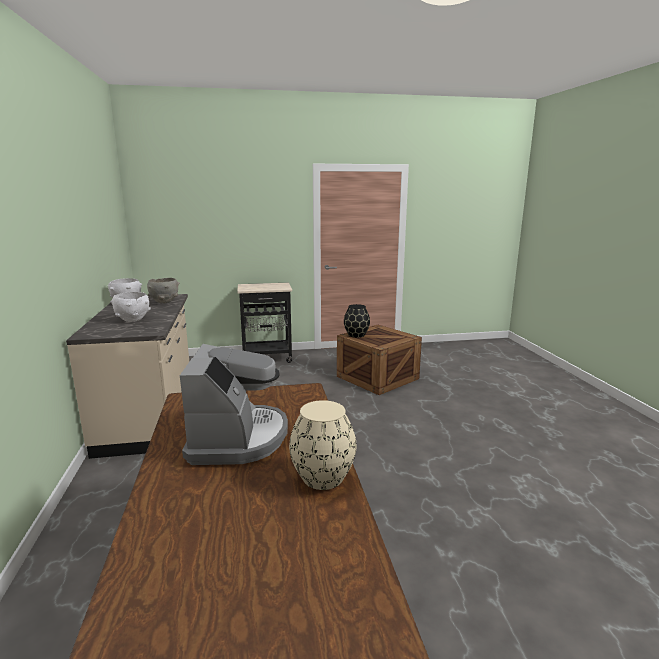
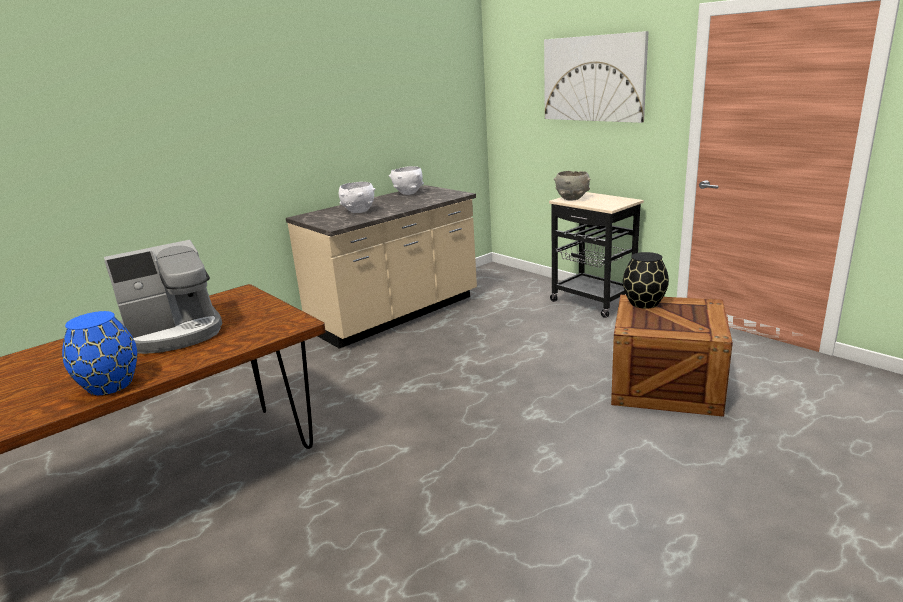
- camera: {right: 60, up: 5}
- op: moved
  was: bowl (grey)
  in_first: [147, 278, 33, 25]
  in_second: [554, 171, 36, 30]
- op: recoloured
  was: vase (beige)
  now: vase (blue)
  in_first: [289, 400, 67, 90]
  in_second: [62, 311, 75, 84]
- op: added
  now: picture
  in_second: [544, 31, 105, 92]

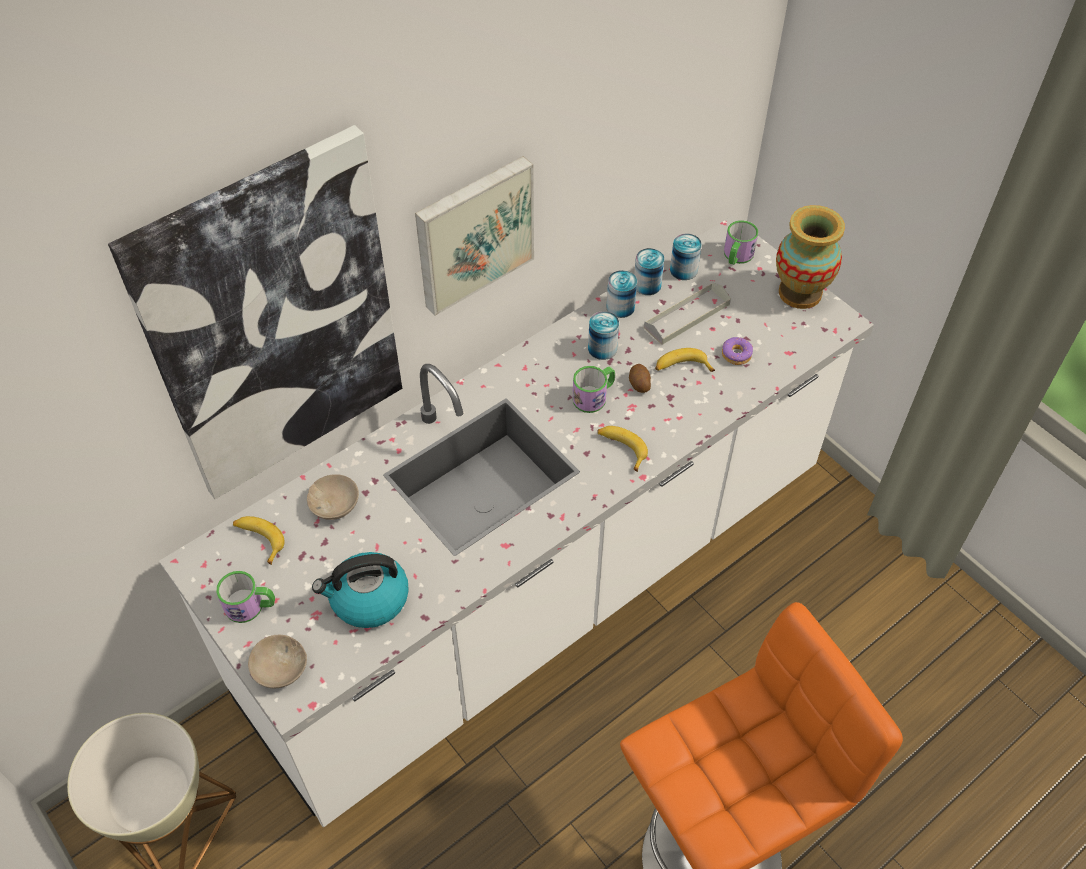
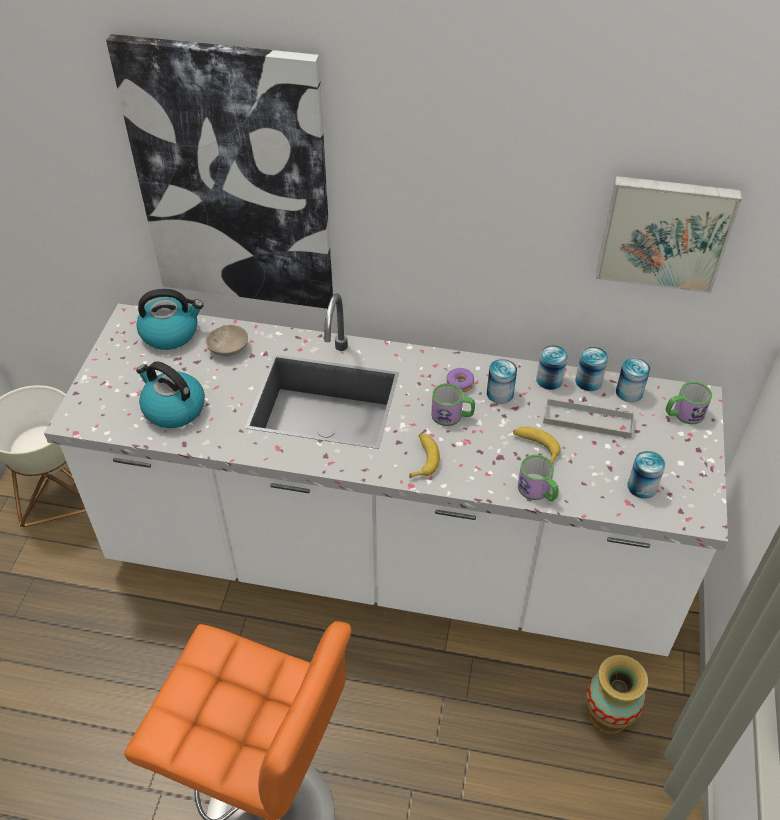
- camera: {right: 50, up: -5}
- op: moved
  was: mug
  in_first: [216, 571, 59, 52]
  in_second: [518, 454, 41, 47]
- op: replaced
  was: banana
  now: kettle
  in_first: [233, 516, 51, 49]
  in_second: [136, 289, 67, 61]
- op: removed
  was: bowl (beige)
  in_first: [248, 635, 59, 53]
- op: moved
  was: picture
  in_first: [415, 156, 119, 160]
  in_second: [596, 176, 146, 117]
- op: removed
  was: potato
  in_first: [629, 364, 22, 29]
- op: moved
  was: donut
  in_first: [722, 337, 31, 28]
  in_second: [447, 368, 27, 24]
- op: moved
  was: vase
  in_first: [776, 205, 69, 104]
  in_second: [586, 655, 62, 80]
- op: added
  now: can
  in_second: [627, 451, 38, 48]

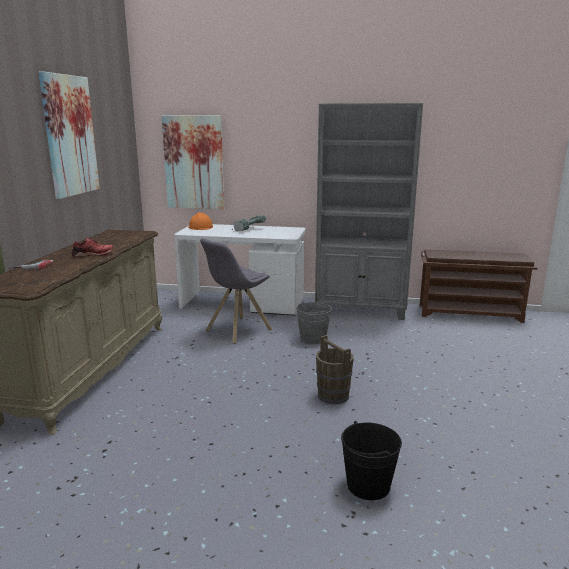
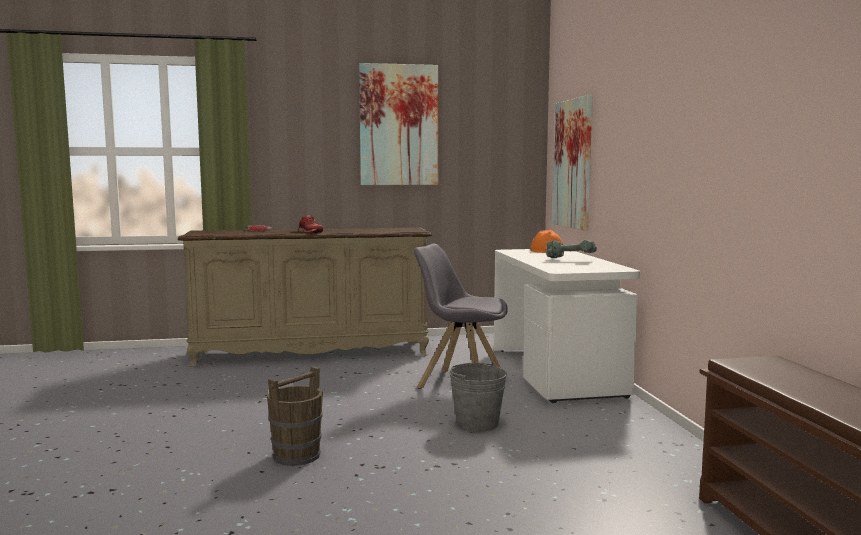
- camera: {right: 70, up: -10}
- op: removed
  was: bookcase (grey)
  in_first: [315, 103, 108, 217]
- op: removed
  was: bucket (black)
  in_first: [341, 421, 61, 79]

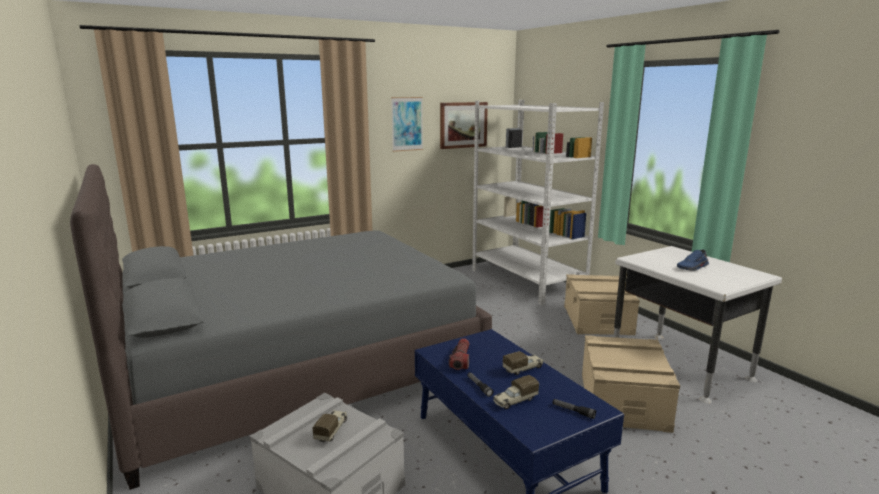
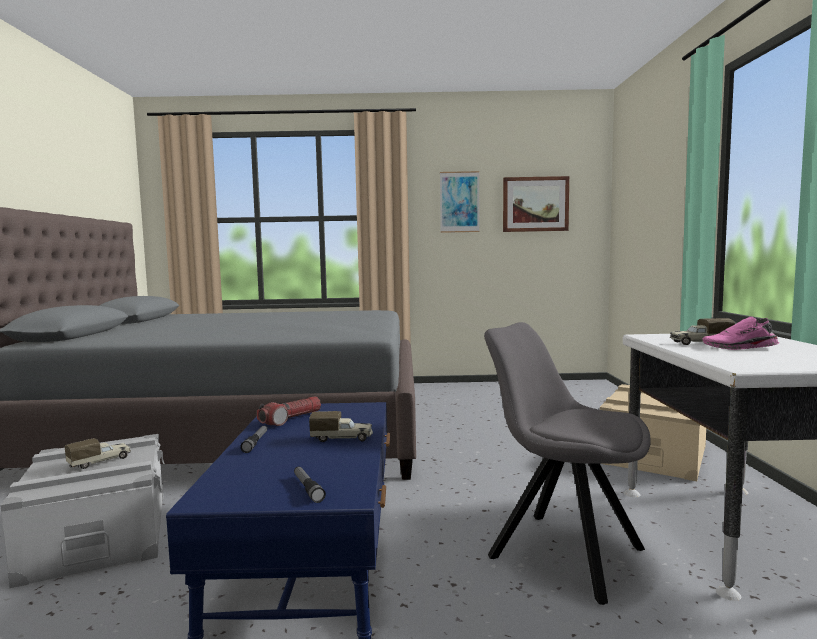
- camera: {right: 30, up: -10}
- op: removed
  was: bookcase (white)
  in_first: [472, 100, 132, 205]
- op: moved
  was: toy truck
  in_first: [493, 375, 46, 34]
  in_second: [670, 318, 65, 27]
- op: replaced
  was: storage box (beige)
  now: chair (grey)
  in_first: [582, 335, 98, 98]
  in_second: [484, 322, 167, 283]
- op: recoloured
  was: shoe (blue)
  now: shoe (pink)
  in_first: [677, 249, 32, 22]
  in_second: [702, 317, 77, 33]

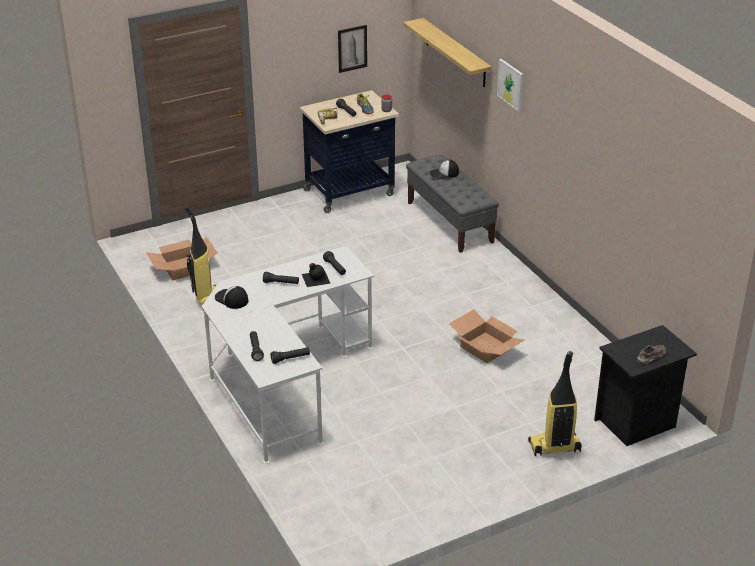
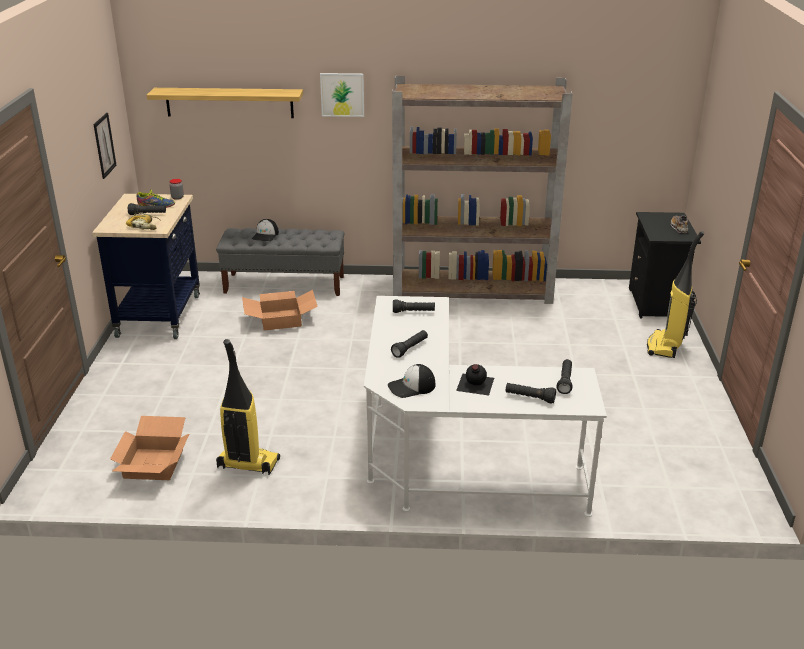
- camera: {right: -60, up: -5}
- op: moved
  was: bottle (black)
  in_first: [302, 263, 29, 24]
  in_second: [456, 364, 38, 31]
- op: moved
  was: cardboard box
  in_first: [449, 309, 75, 54]
  in_second: [242, 290, 76, 41]
- op: added
  now: bookcase (brown)
  in_second: [392, 76, 181, 228]

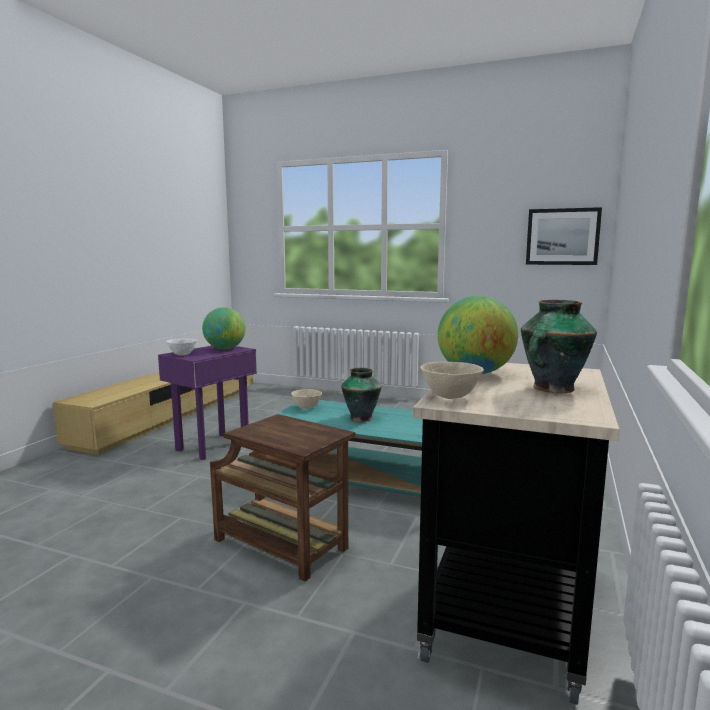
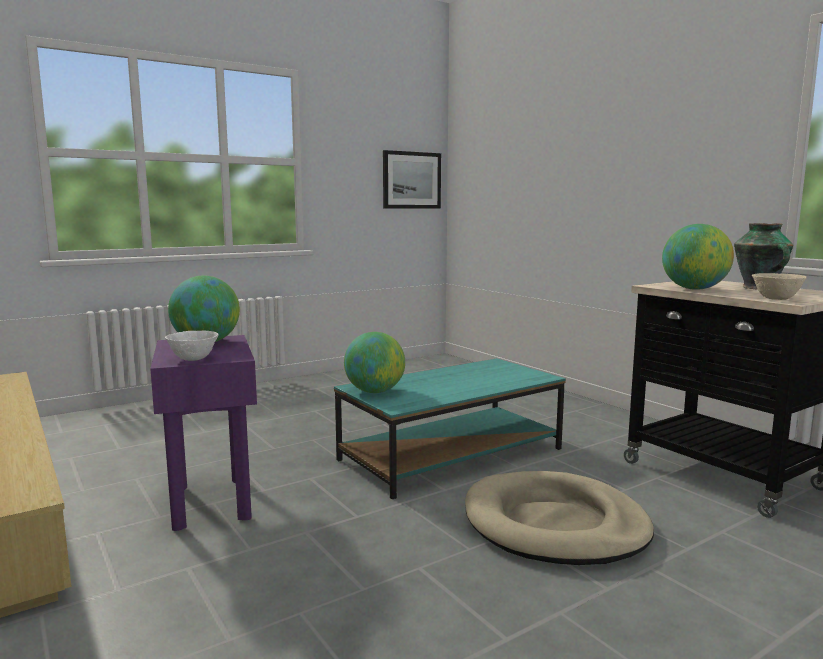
- camera: {right: -55, up: 0}
- op: replaced
  was: side table (brown)
  now: dog bed (beige)
  in_first: [210, 414, 146, 168]
  in_second: [465, 471, 189, 94]
- op: replaced
  was: bowl (beige)
  now: globe
  in_first: [291, 389, 31, 20]
  in_second: [344, 332, 61, 61]
- op: removed
  was: vase
  in_first: [341, 368, 41, 54]

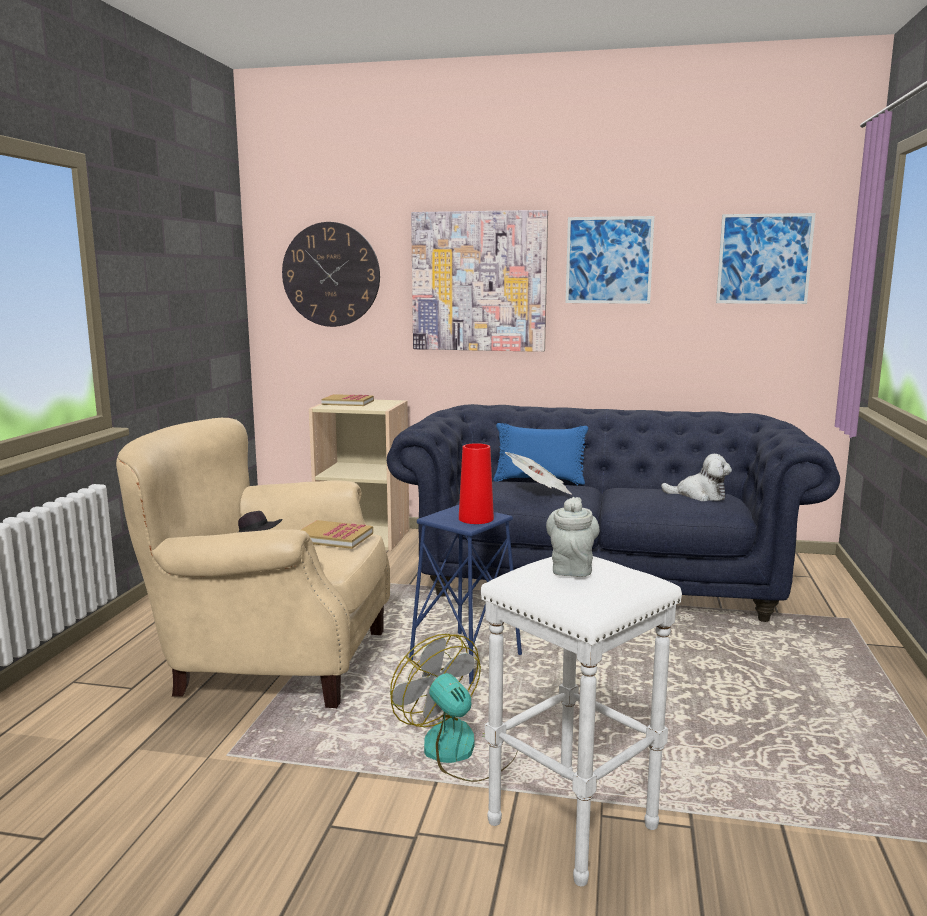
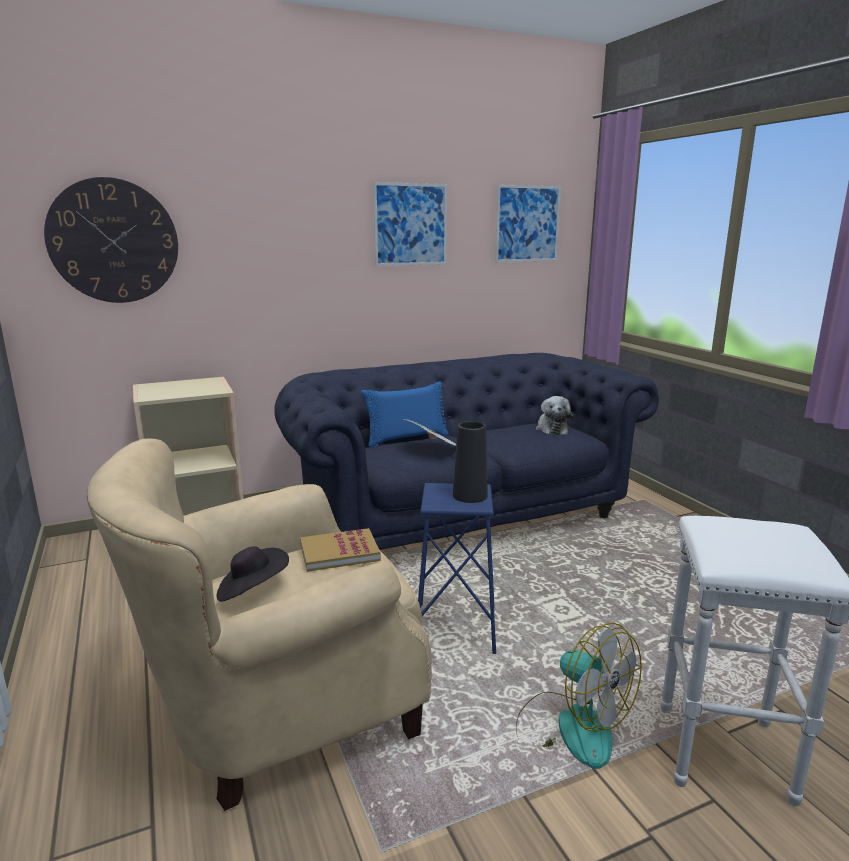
- camera: {right: -35, up: 5}
- op: removed
  was: book
  in_first: [321, 394, 53, 12]
- op: turned
  was: fan
  in_first: [390, 634, 128, 148]
  in_second: [516, 622, 126, 147]
  clockwise: -150
- op: removed
  was: picture
  in_first: [411, 210, 137, 142]
- op: recoloured
  was: vase (red)
  now: vase (black)
  in_first: [459, 443, 35, 81]
  in_second: [453, 421, 35, 82]
- op: removed
  was: teapot (grey)
  in_first: [546, 497, 54, 80]
- op: turned
  was: plush toy
  in_first: [661, 454, 71, 47]
  in_second: [536, 396, 38, 39]
  clockwise: 105

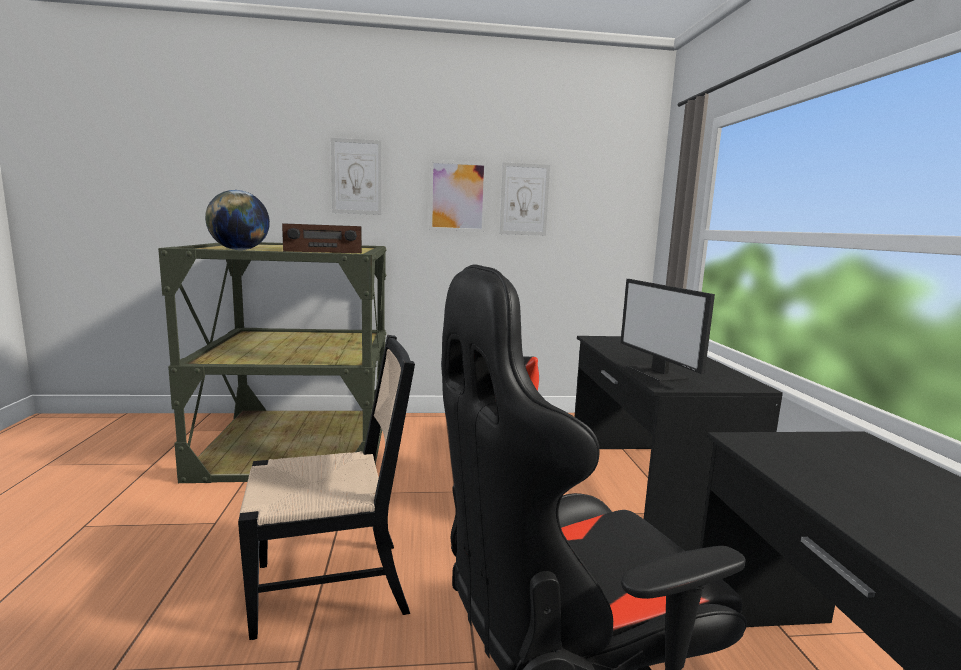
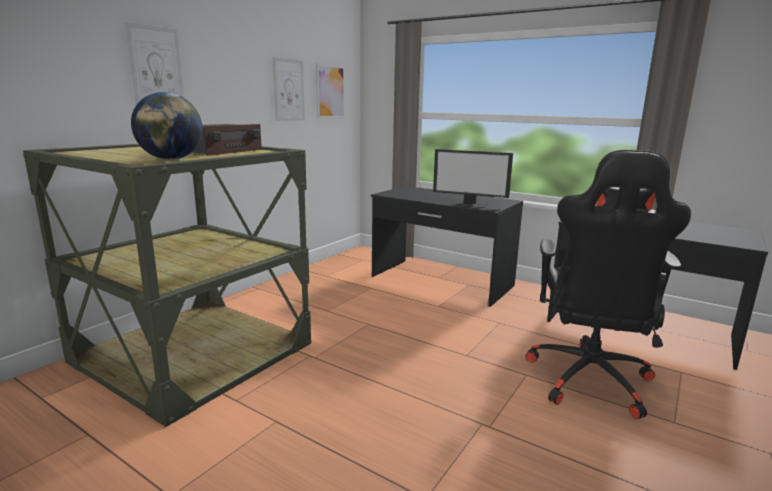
- camera: {right: -50, up: 5}
- op: removed
  was: chair
  in_first: [238, 335, 177, 305]
- op: moved
  was: picture
  in_first: [429, 160, 58, 72]
  in_second: [316, 63, 29, 56]

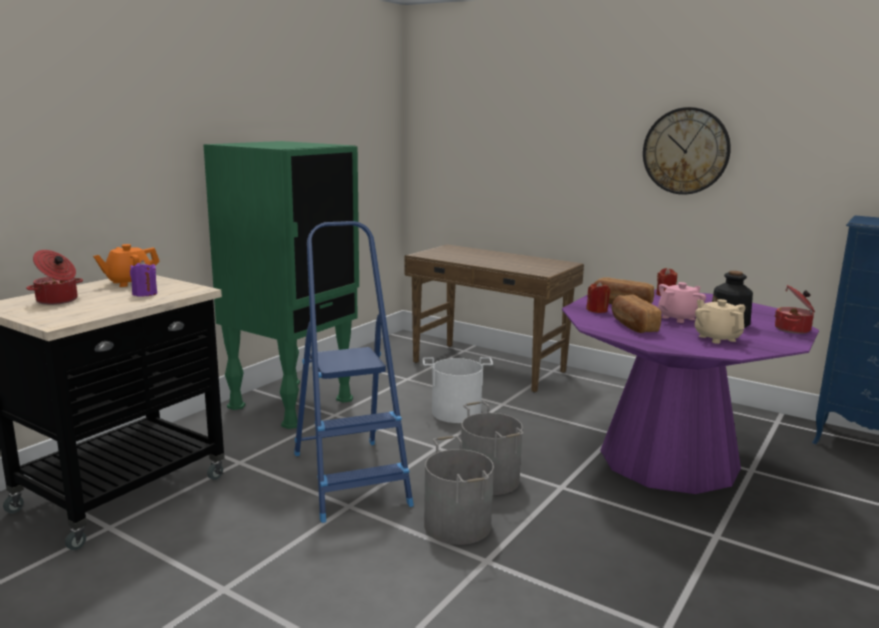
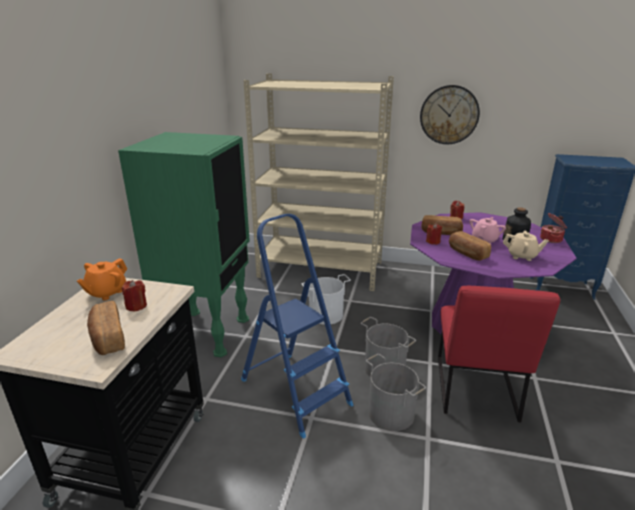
- camera: {right: -20, up: 10}
- op: removed
  was: cooking pot
  in_first: [26, 250, 57, 55]
- op: recoloured
  was: candle (purple)
  now: candle (red)
  in_first: [130, 260, 27, 37]
  in_second: [122, 280, 25, 32]
- op: replaced
  was: console table (brown)
  now: bookcase (beige)
  in_first: [404, 244, 180, 148]
  in_second: [243, 73, 151, 218]
- op: turned
  was: teapot (beige)
  in_first: [695, 299, 50, 45]
  in_second: [503, 231, 46, 30]
  clockwise: 150
- op: added
  now: bread
  in_second: [87, 301, 38, 54]
- op: added
  now: chair (red)
  in_second: [438, 286, 122, 136]

